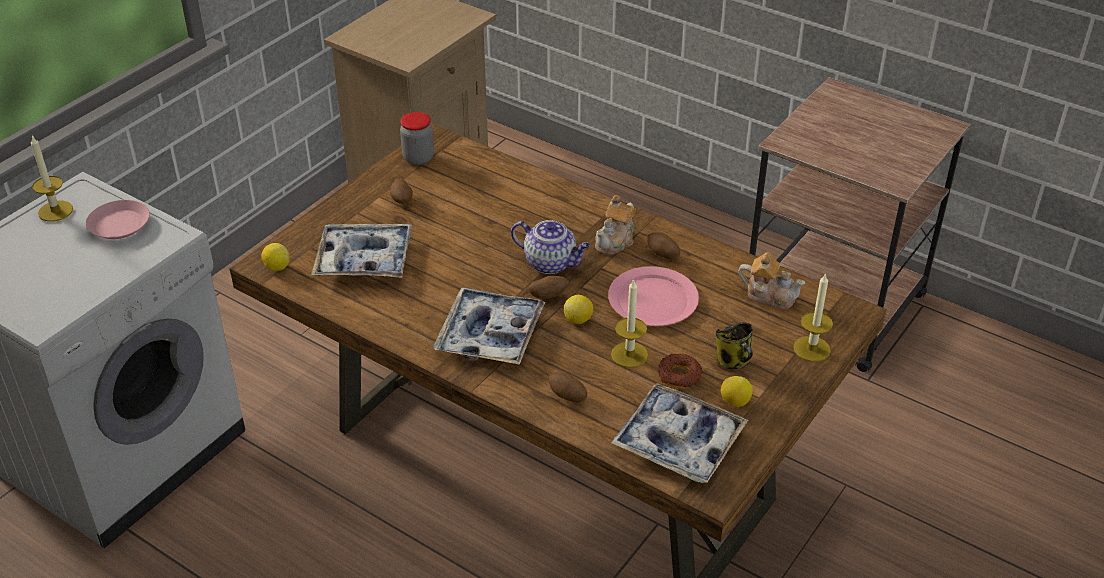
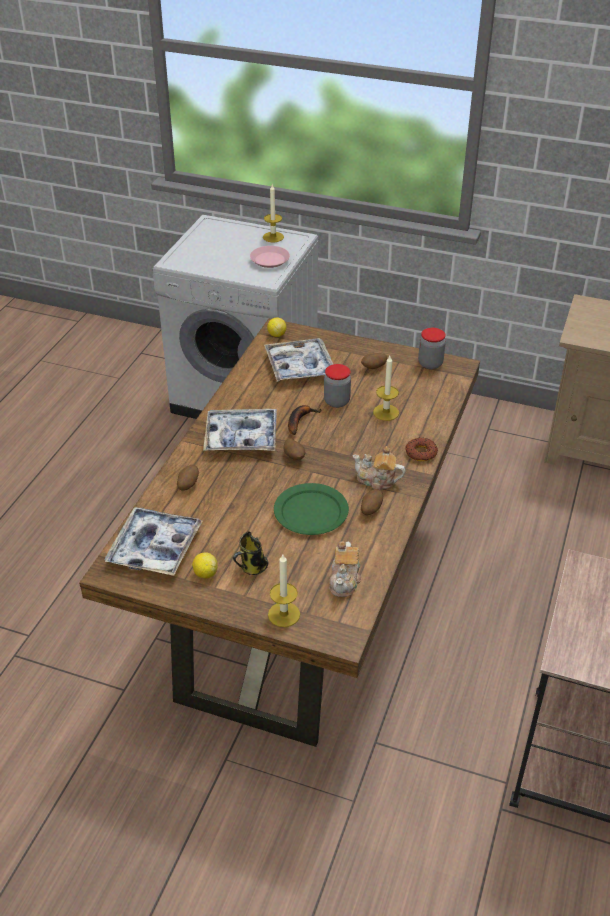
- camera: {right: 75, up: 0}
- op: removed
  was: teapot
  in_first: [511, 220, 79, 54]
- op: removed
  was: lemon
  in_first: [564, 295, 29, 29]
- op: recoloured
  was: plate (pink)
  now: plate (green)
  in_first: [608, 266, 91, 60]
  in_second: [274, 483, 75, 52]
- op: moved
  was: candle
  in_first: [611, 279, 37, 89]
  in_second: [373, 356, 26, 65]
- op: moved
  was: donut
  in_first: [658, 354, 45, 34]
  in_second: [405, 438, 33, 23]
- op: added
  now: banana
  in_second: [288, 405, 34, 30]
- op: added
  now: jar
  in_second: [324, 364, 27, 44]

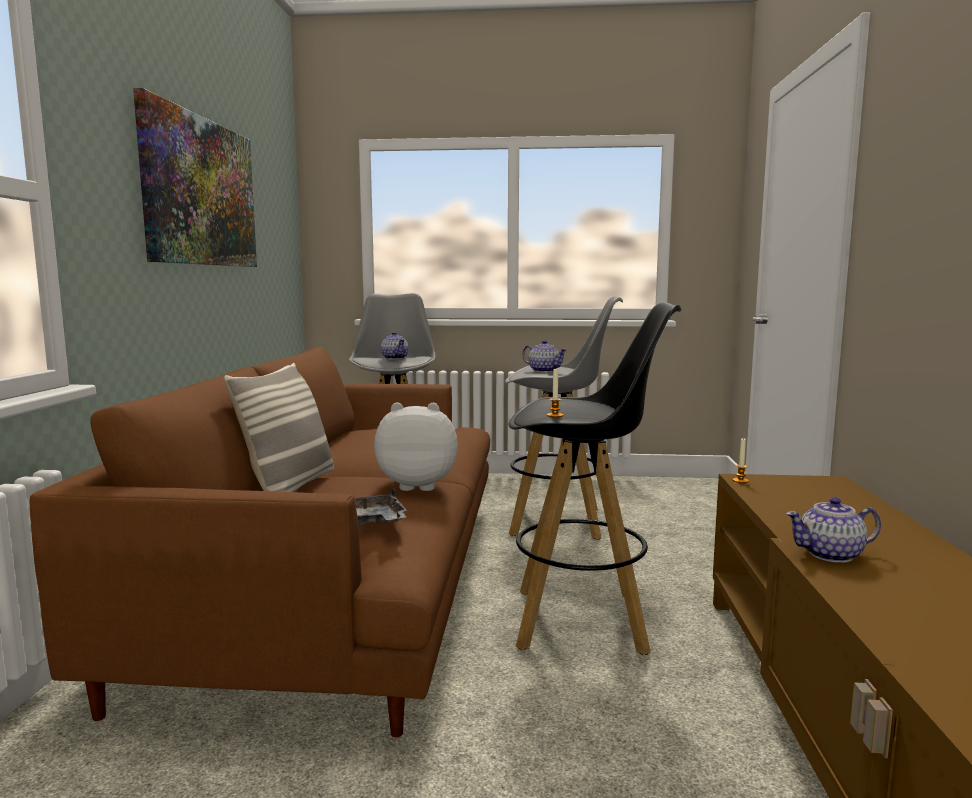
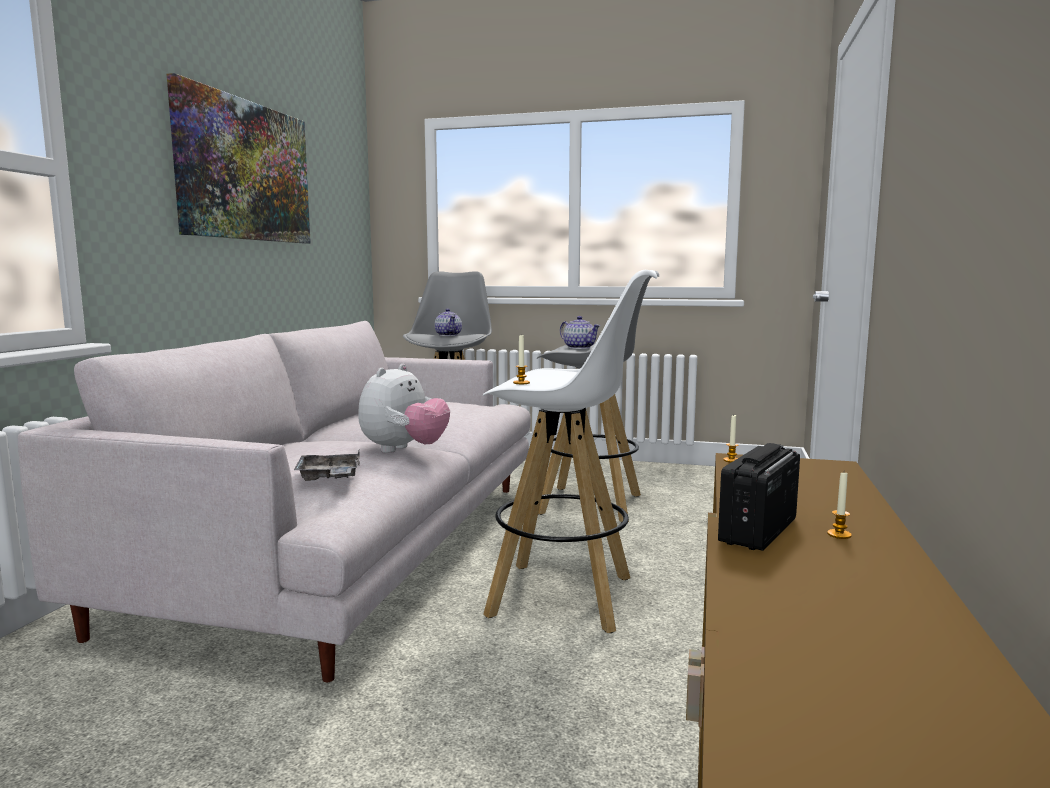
- camera: {right: 10, up: 0}
- op: recoloured
  was: sofa (brown)
  now: sofa (white)
  in_first: [30, 347, 460, 390]
  in_second: [18, 321, 513, 361]
- op: removed
  was: pillow
  in_first: [224, 363, 110, 129]
- op: turned
  was: plush toy
  in_first: [374, 402, 84, 89]
  in_second: [358, 364, 92, 89]
  clockwise: 105
- op: recoloured
  was: stool (black)
  now: stool (white)
  in_first: [509, 302, 172, 353]
  in_second: [483, 270, 174, 363]
- op: replaced
  was: teapot
  now: radio
  in_first: [786, 497, 95, 66]
  in_second: [718, 443, 82, 108]
- op: added
  now: candle
  in_second: [827, 473, 25, 66]

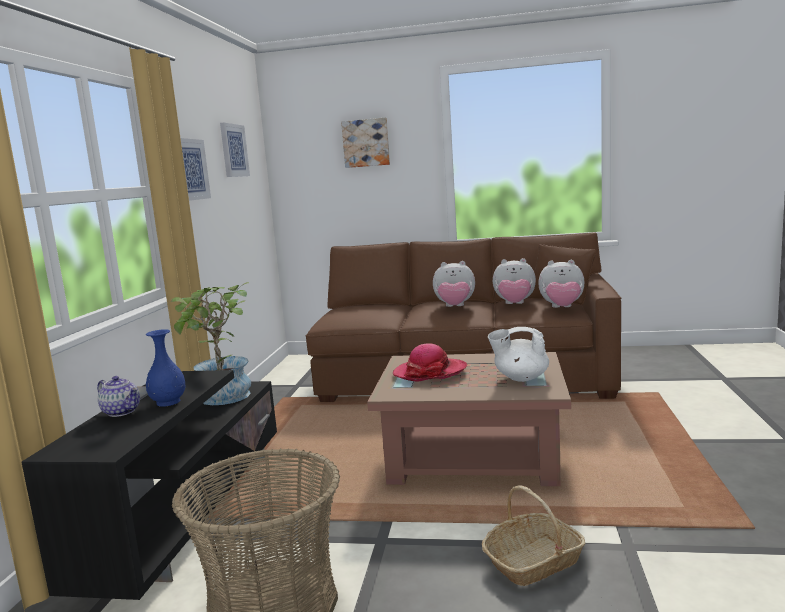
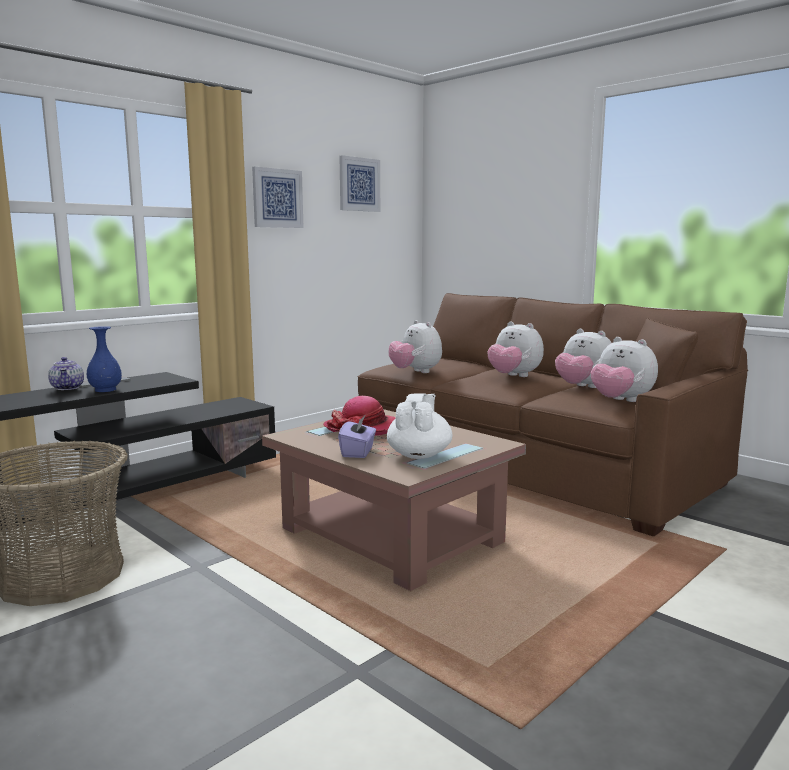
- camera: {right: 35, up: 0}
- op: removed
  was: potted plant
  in_first: [171, 282, 80, 123]
- op: removed
  was: picture
  in_first: [341, 118, 49, 50]
- op: removed
  was: basket
  in_first: [482, 485, 104, 101]
- op: turned
  was: teapot (white)
  in_first: [488, 327, 61, 55]
  in_second: [387, 393, 65, 66]
  clockwise: 60
- op: added
  now: tissue box (purple)
  in_second: [338, 415, 38, 43]
- op: added
  now: plush toy
  in_second: [388, 320, 54, 53]

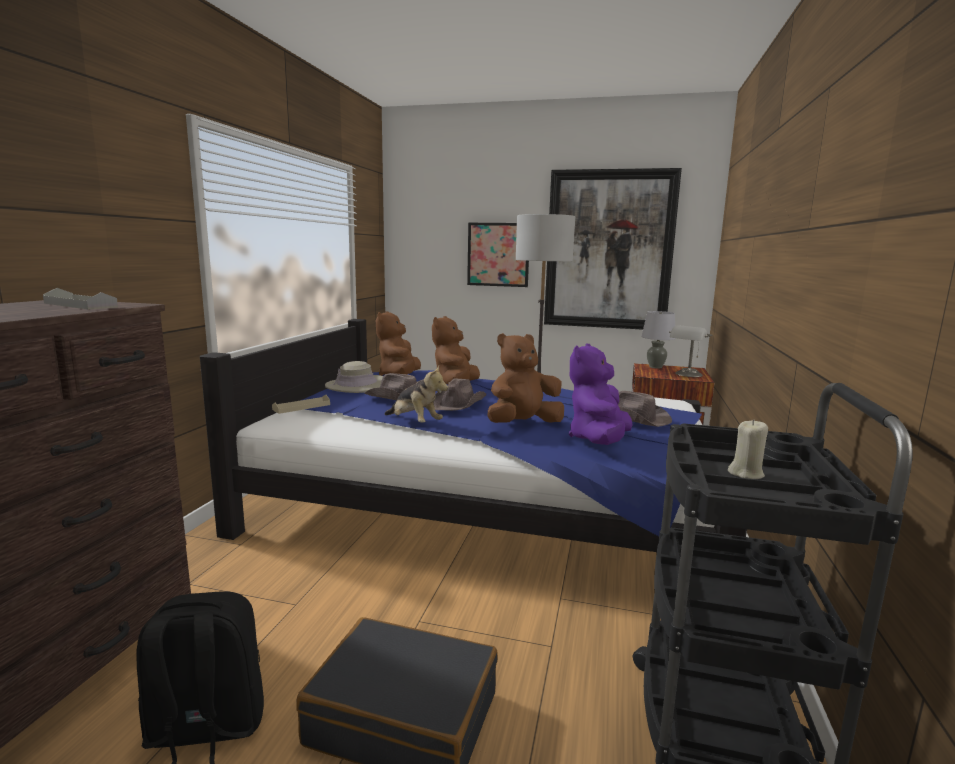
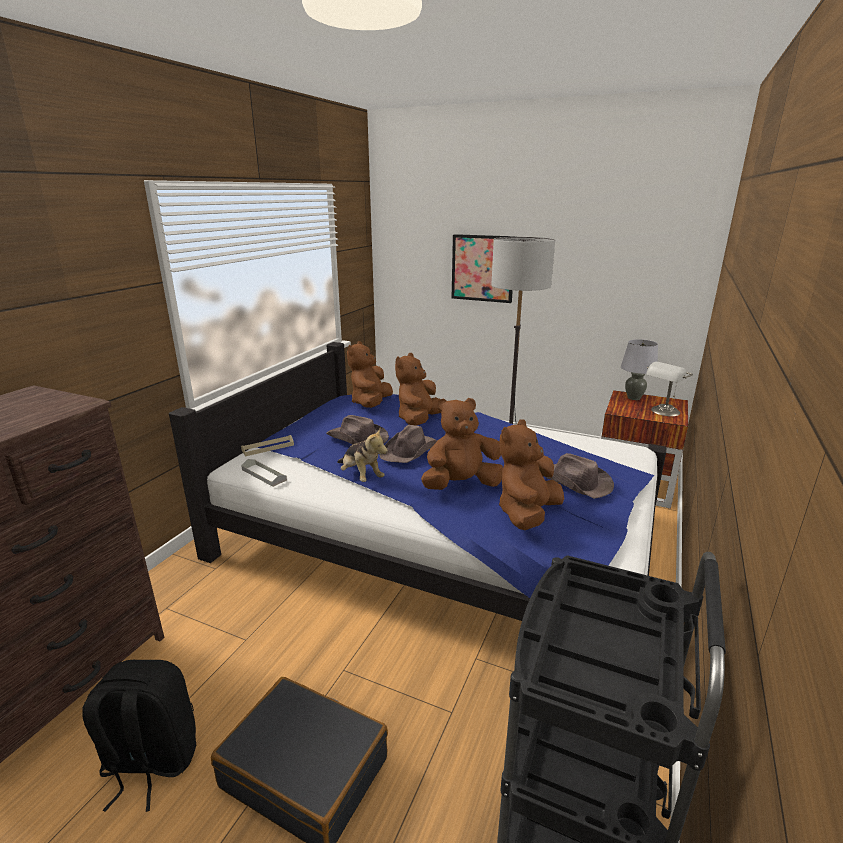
- camera: {right: 10, up: 10}
- op: moved
  was: tray (grey)
  in_first: [43, 288, 75, 21]
  in_second: [241, 459, 46, 28]
- op: removed
  was: hat (beige)
  in_first: [325, 361, 58, 32]
- op: removed
  was: picture
  in_first: [544, 168, 138, 162]
- op: recoloured
  was: plush toy (purple)
  now: plush toy (brown)
  in_first: [569, 343, 64, 102]
  in_second: [499, 419, 65, 111]
- op: removed
  was: candle (beige)
  in_first: [728, 420, 40, 59]

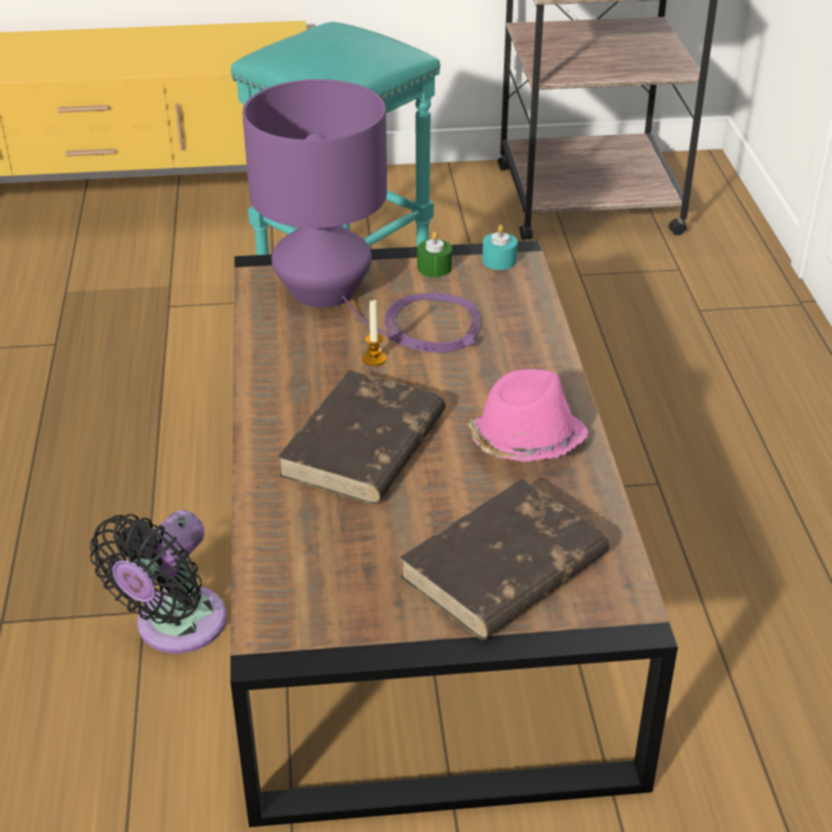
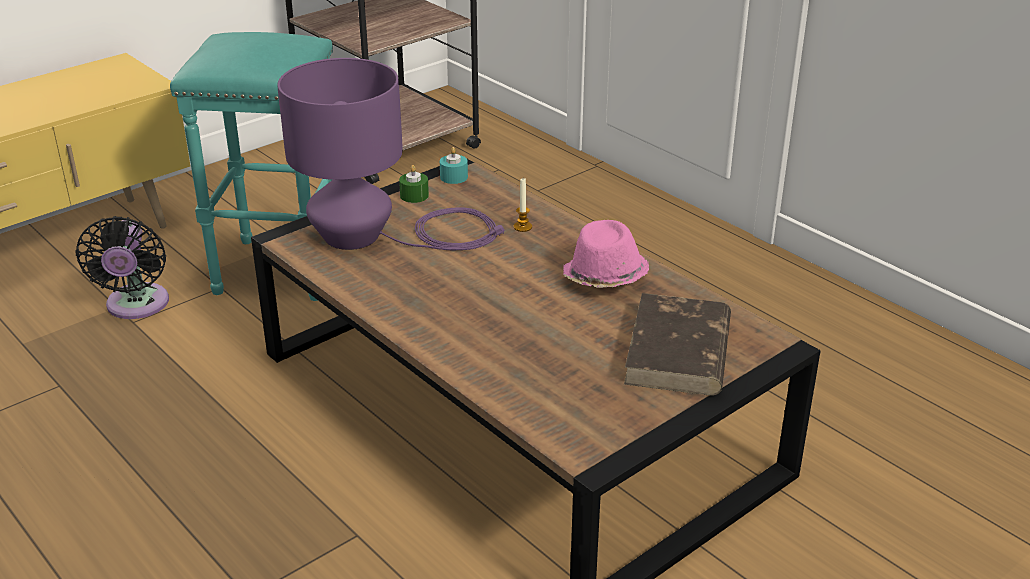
- camera: {right: -35, up: -5}
- op: moved
  was: fan (black)
  in_first: [90, 510, 137, 143]
  in_second: [76, 216, 93, 103]
- op: removed
  was: book (brown)
  in_first: [277, 370, 169, 134]
- op: moved
  was: candle
  in_first: [363, 300, 23, 66]
  in_second: [514, 178, 18, 54]

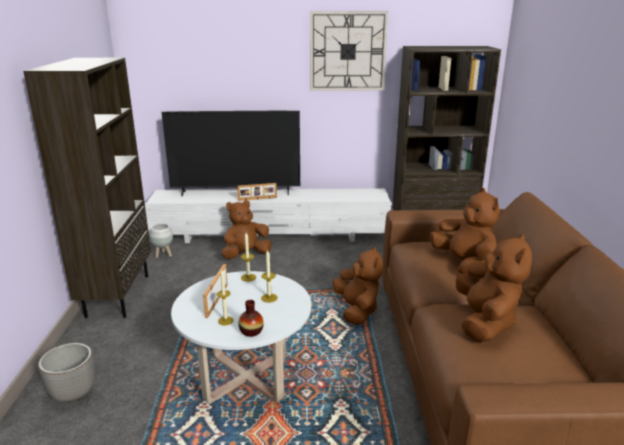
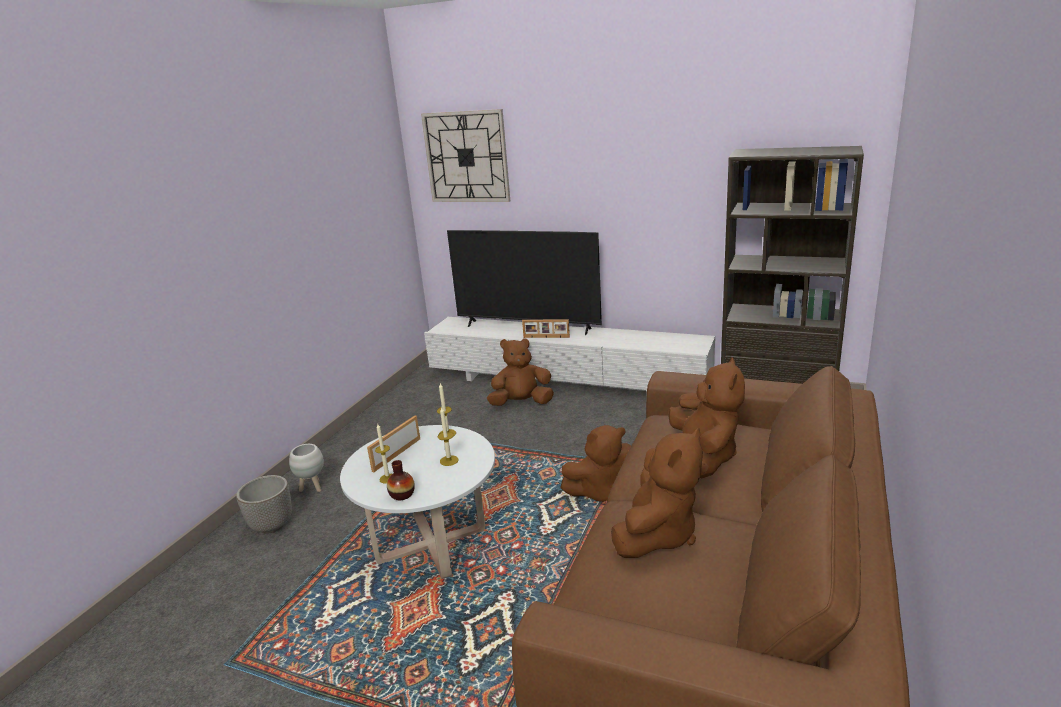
- camera: {right: 25, up: 0}
- op: removed
  was: bookcase (brown)
  in_first: [23, 58, 128, 260]
- op: moved
  was: planter (white)
  in_first: [149, 224, 24, 34]
  in_second: [289, 444, 35, 48]
- op: moved
  was: wall clock
  in_first: [310, 11, 78, 80]
  in_second: [421, 109, 89, 93]
- op: turned
  was: plush toy (brown)
  in_first: [333, 246, 50, 80]
  in_second: [560, 425, 71, 77]
  clockwise: 60

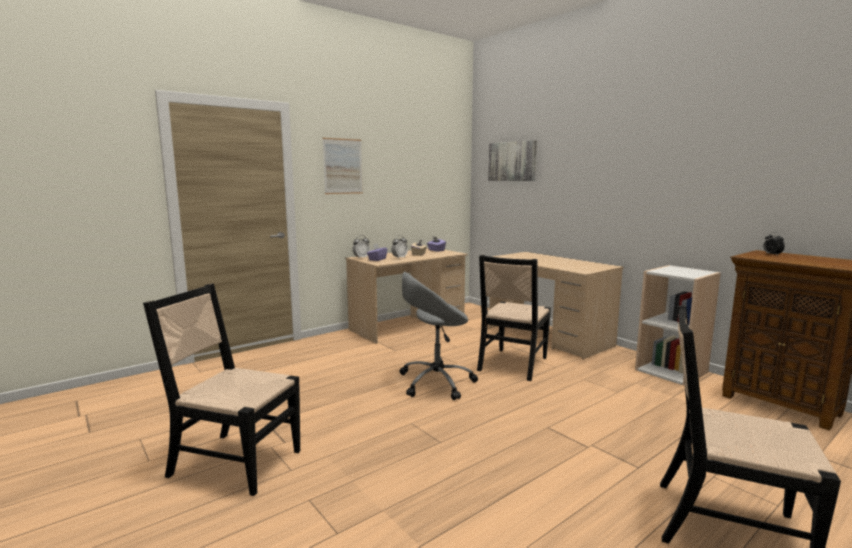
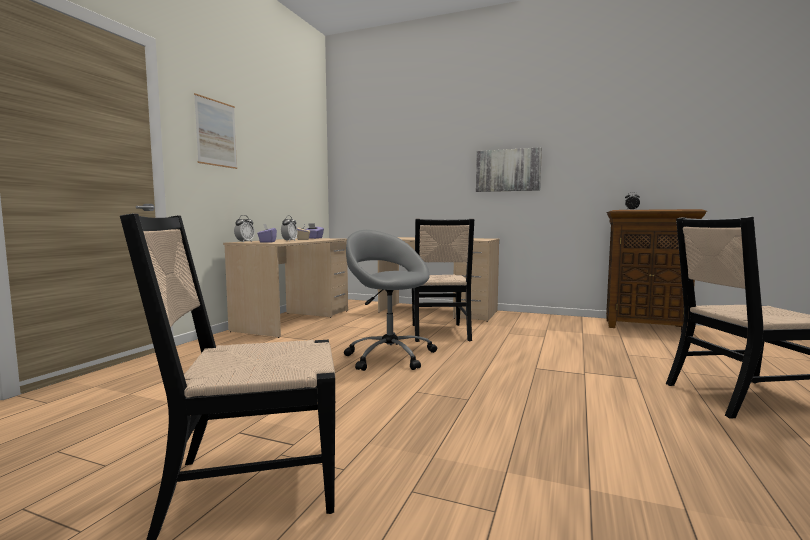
- camera: {right: -30, up: -5}
- op: turned
  was: office chair (grey)
  in_first: [399, 272, 79, 128]
  in_second: [344, 230, 93, 141]
  clockwise: 90
- op: moved
  was: picture
  in_first: [488, 140, 49, 41]
  in_second: [476, 147, 66, 45]
- op: removed
  was: bookcase
  in_first: [635, 265, 86, 121]

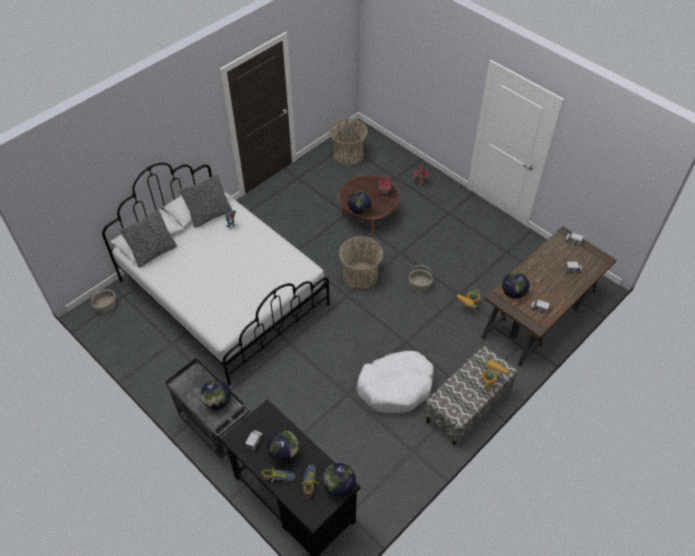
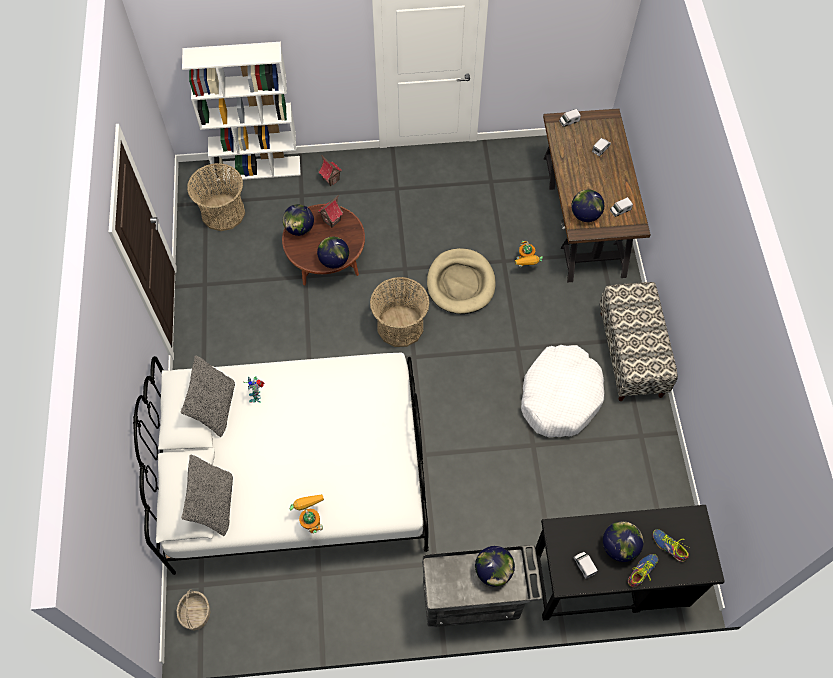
- camera: {right: -50, up: 10}
- op: moved
  was: globe
  in_first: [323, 463, 33, 34]
  in_second: [283, 204, 31, 32]
- op: replaced
  was: basket
  now: dog bed (beige)
  in_first: [409, 265, 24, 26]
  in_second: [427, 248, 69, 66]
- op: moved
  was: toy robot
  in_first: [481, 360, 27, 32]
  in_second: [289, 494, 35, 39]
- op: added
  now: bookcase (white)
  in_second: [182, 42, 119, 139]

